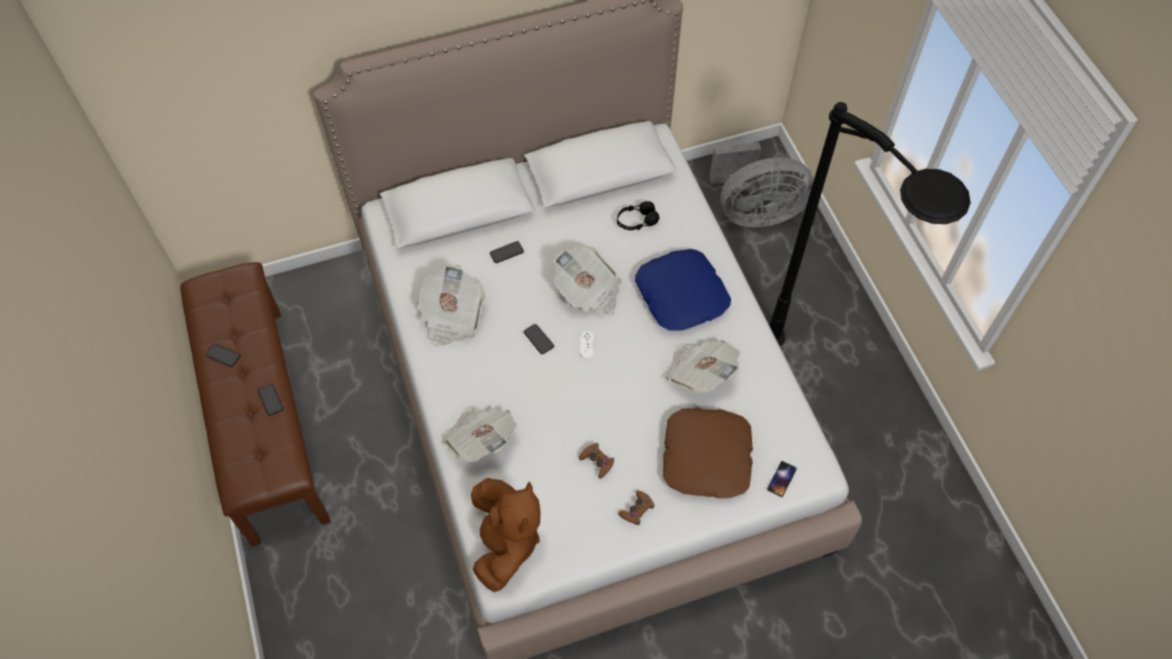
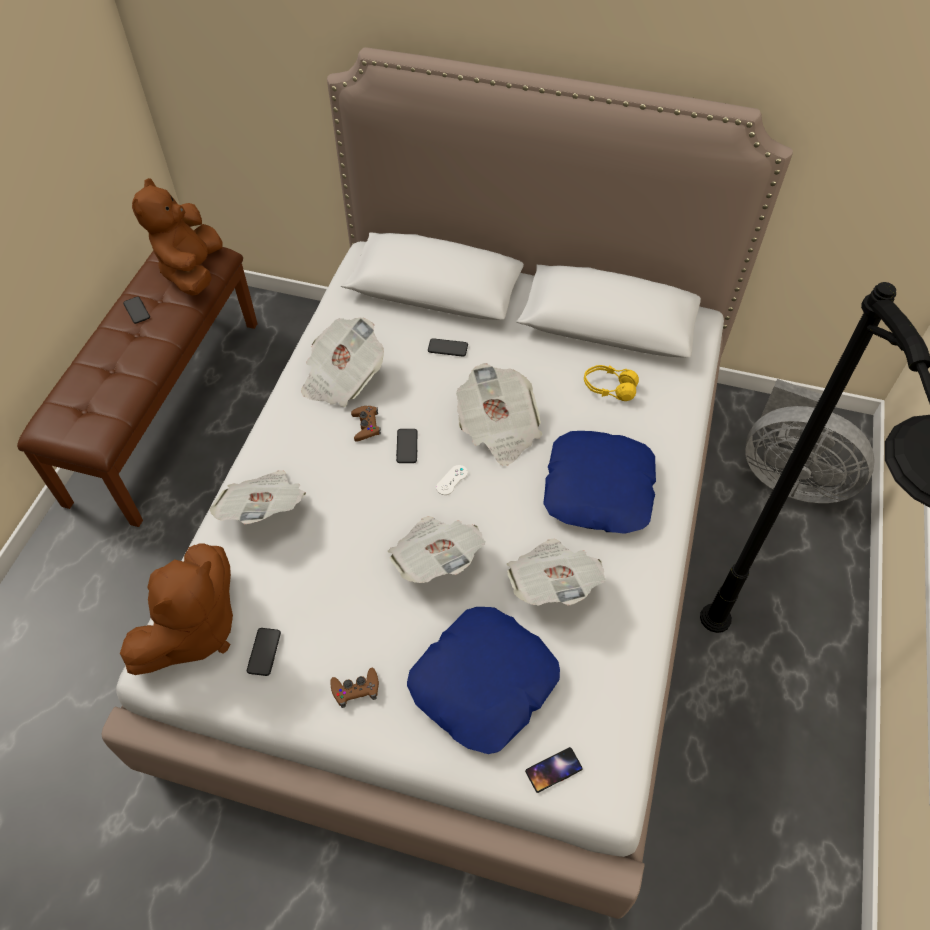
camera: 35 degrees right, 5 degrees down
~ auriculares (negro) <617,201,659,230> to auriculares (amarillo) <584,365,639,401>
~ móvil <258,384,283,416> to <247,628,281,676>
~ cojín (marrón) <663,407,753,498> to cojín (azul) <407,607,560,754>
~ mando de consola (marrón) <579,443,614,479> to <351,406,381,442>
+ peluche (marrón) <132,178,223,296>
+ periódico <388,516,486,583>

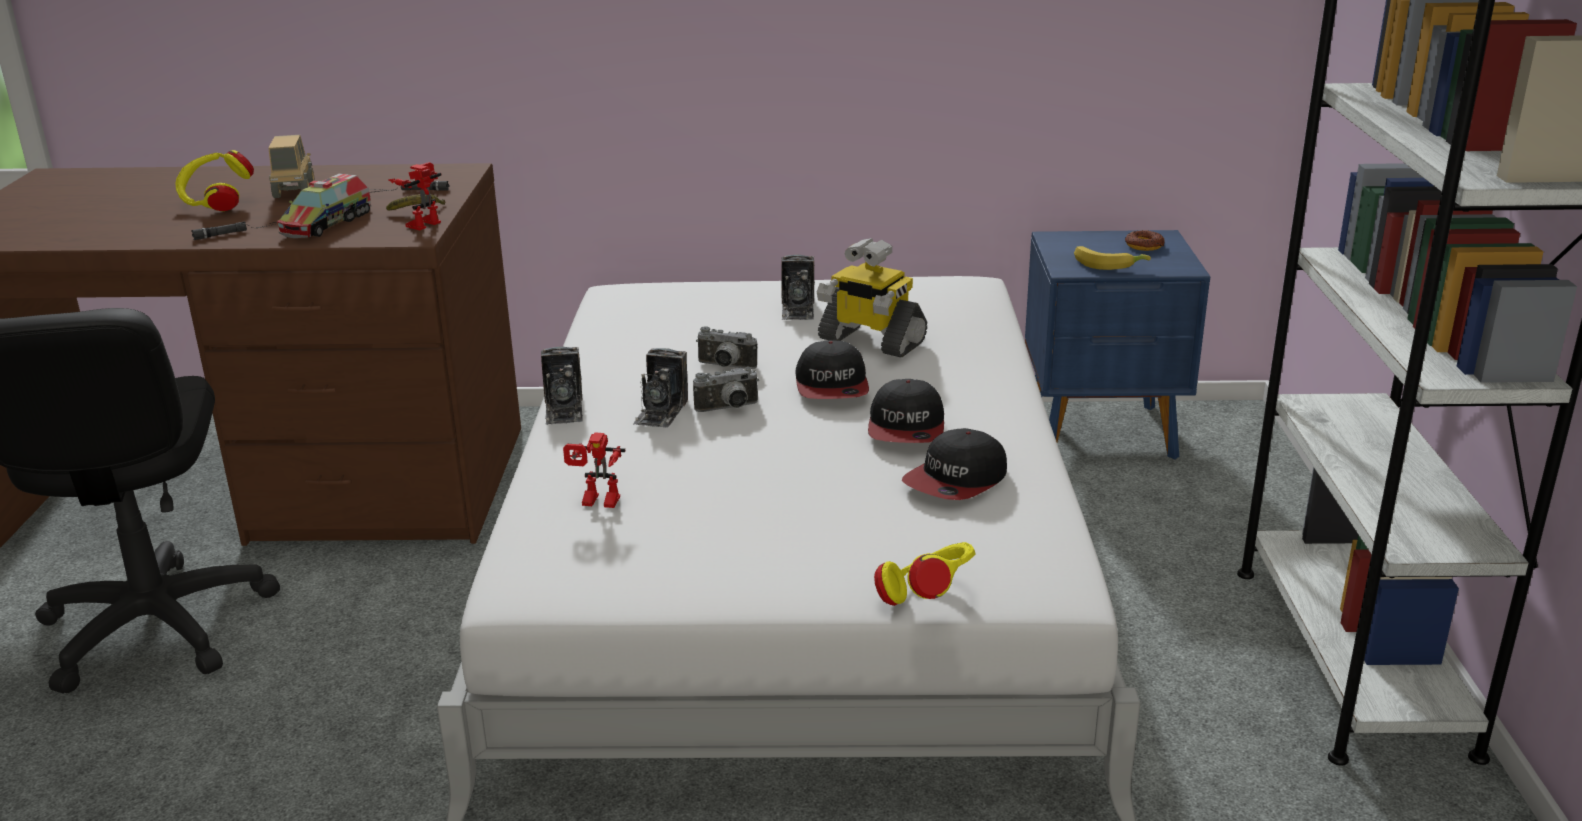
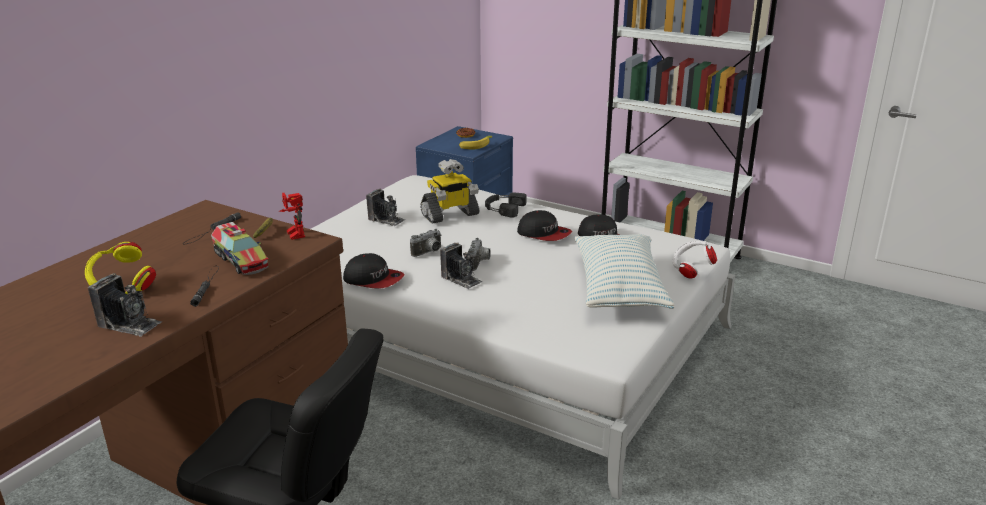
camera: 60 degrees left, 0 degrees up
- camión de juguete <268,135,315,198>
~ gorra <795,340,869,399> to <343,253,404,289>
~ cámara <541,346,583,425> to <88,273,162,337>
- robot de juguete <563,433,625,508>
~ auriculares (amarillo) <874,542,976,606> to auriculares (blanco) <673,241,717,279>
+ auriculares (negro) <485,193,527,218>
+ cojín <575,234,675,309>

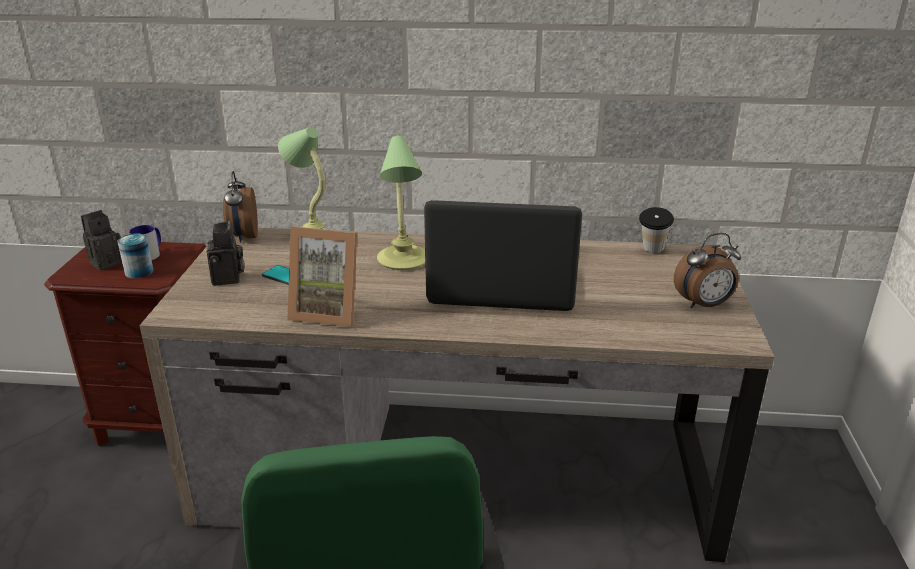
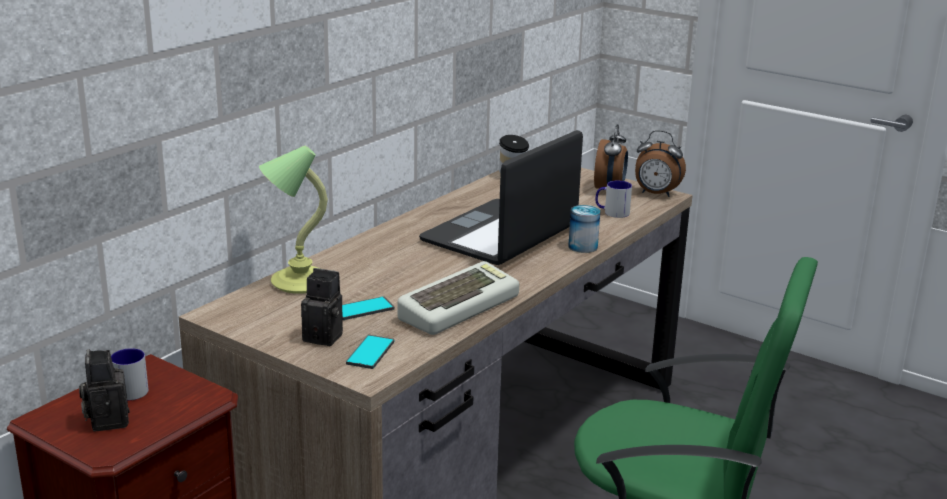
camera: 60 degrees left, 5 degrees down
- lámpara de mesa <377,136,425,270>
~ despertador <223,171,258,243> to <635,130,686,197>
~ portarretratos <287,227,357,327> to teclado <398,261,519,335>
~ lata <117,234,154,279> to <568,205,600,253>
+ taza grande <595,181,632,218>
+ móvil <346,335,394,369>

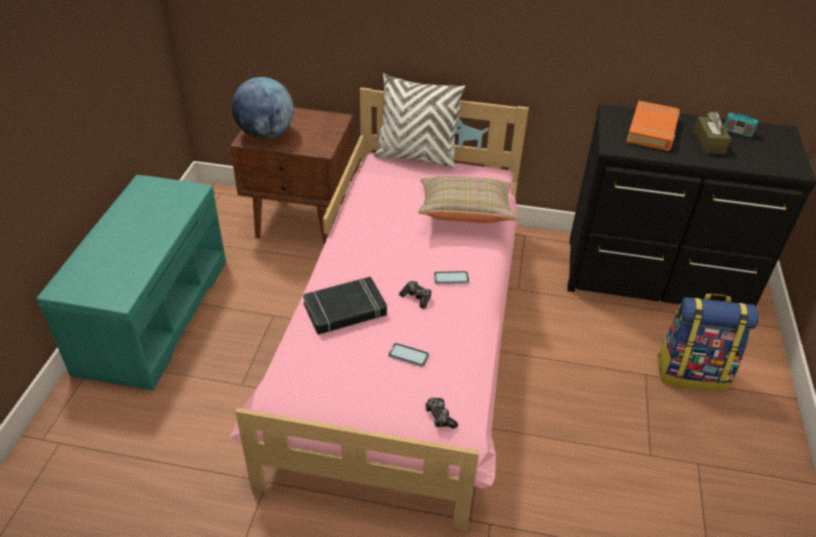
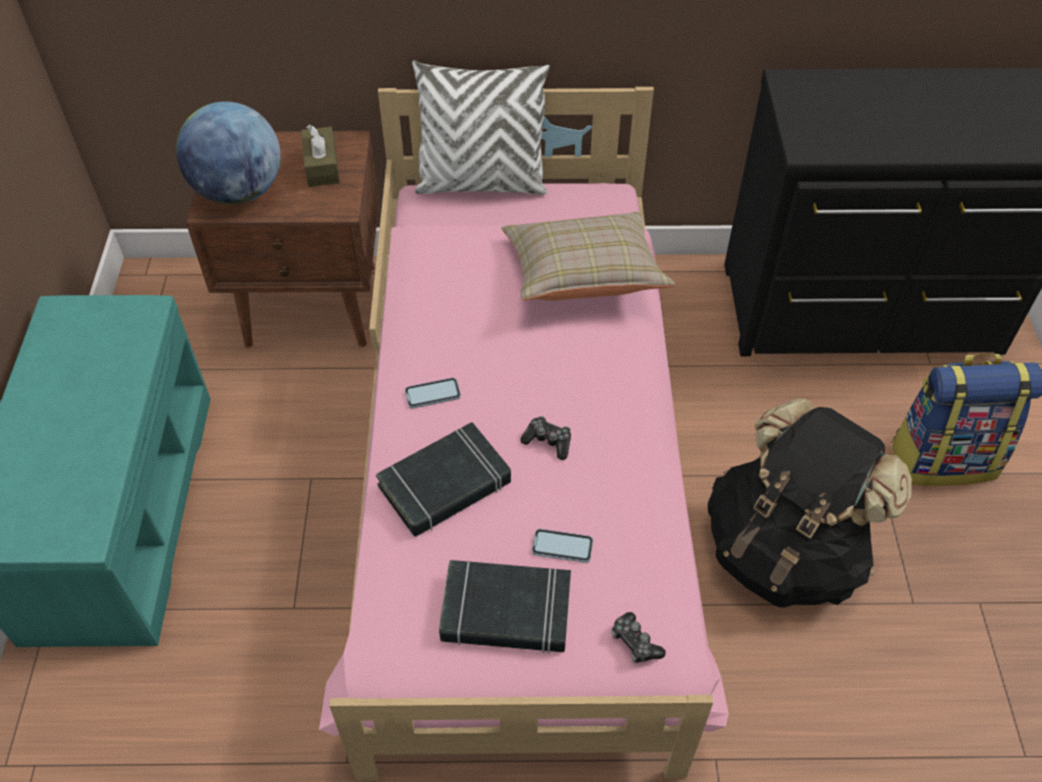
camera: 10 degrees left, 10 degrees up
- radio <724,94,759,137>
- libro (naranja) <627,101,680,151>
~ caja de pañuelos (marrón) <693,112,731,154> to <301,125,340,187>
~ móvil <434,271,469,284> to <405,378,461,408>
+ mochila (negro) <708,398,912,608>
+ libro (negro) <439,560,571,654>

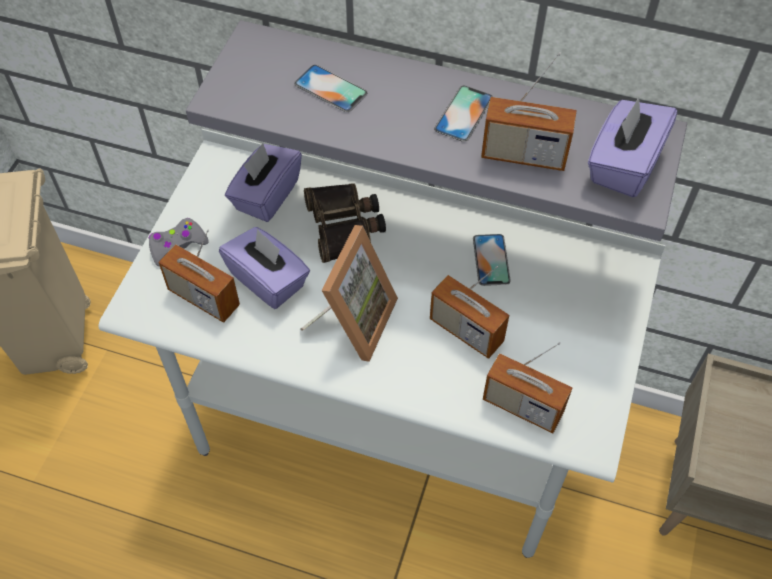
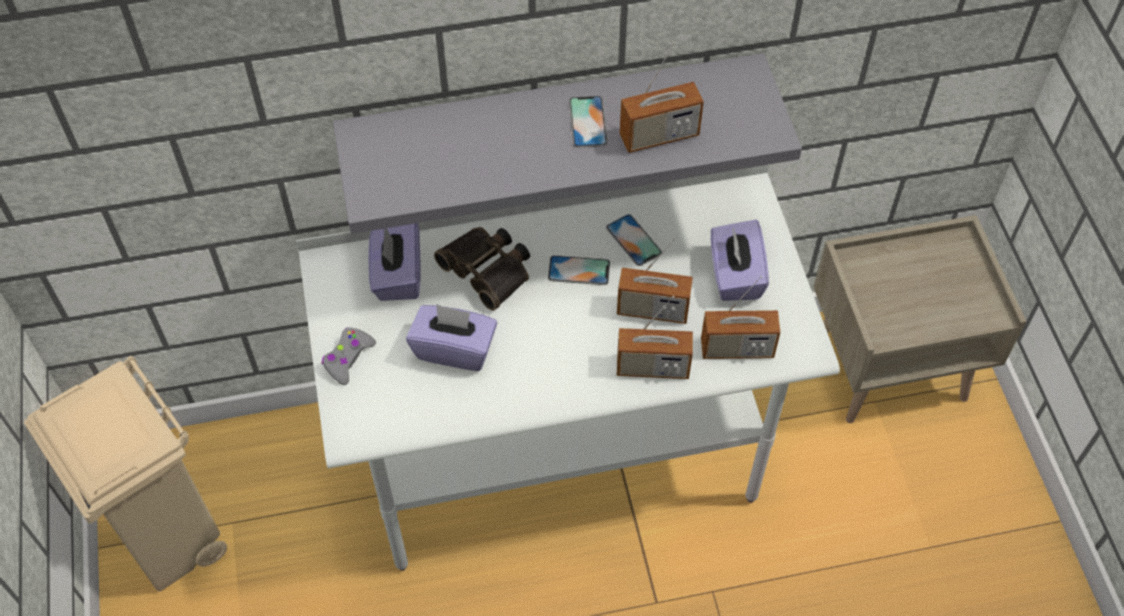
camera: 30 degrees left, 0 degrees up
~ móvil <294,65,367,112> to <548,255,610,285>
~ caja de pañuelos (morado) <588,97,677,197> to <711,220,769,301>
- portarretratos <300,225,398,362>
~ radio <158,230,240,323> to <617,296,693,379>

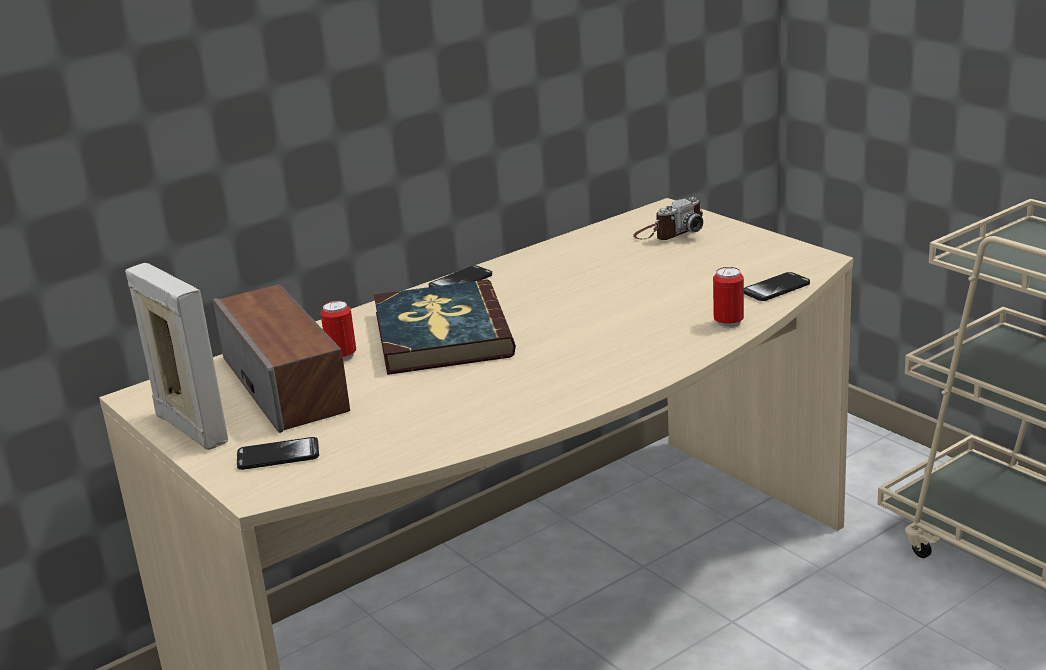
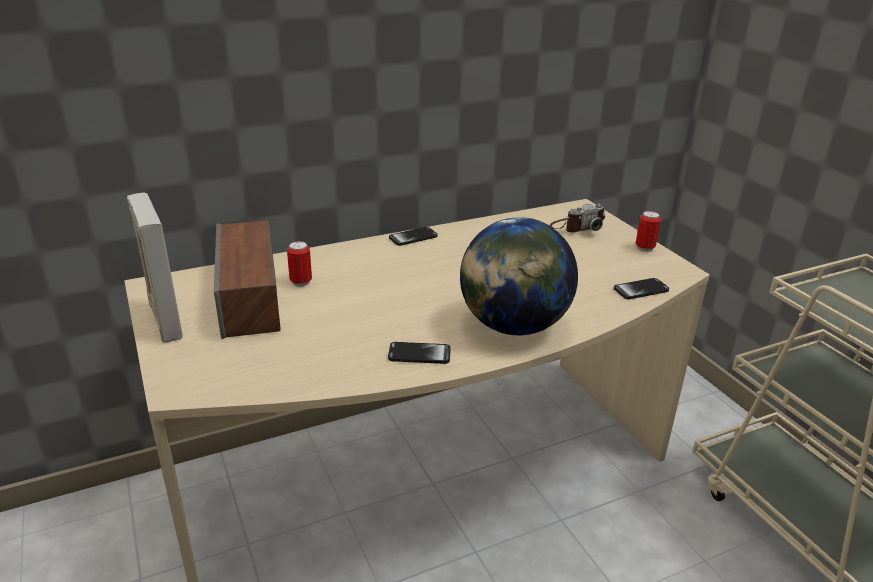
camera: 10 degrees right, 5 degrees up
~ lata <713,267,744,328> to <636,211,661,252>
- libro <374,280,516,375>
~ móvil <237,437,319,470> to <388,342,451,364>
+ globo terráqueo <460,217,578,335>

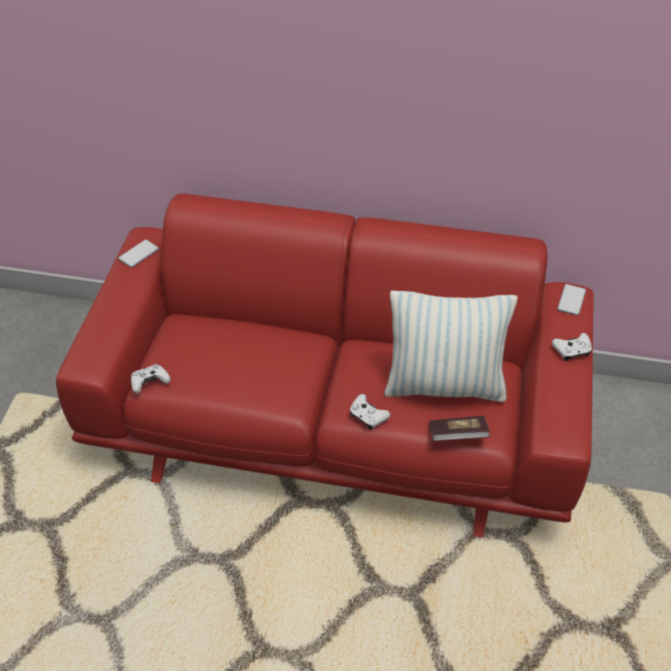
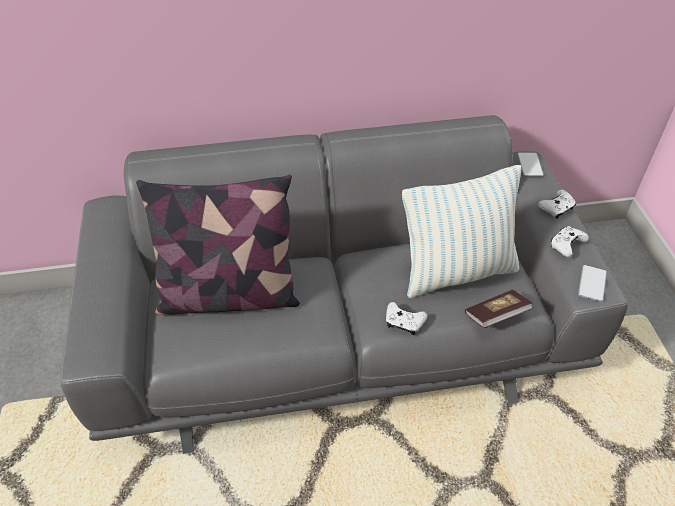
camera: 20 degrees left, 0 degrees up
~ sofá (rojo) <56,193,594,537> to sofá (gris) <61,115,628,454>
~ móvil <118,240,159,267> to <578,265,607,302>
~ mando de consola (blanco) <131,364,171,394> to <551,226,589,258>
+ cojín <136,175,300,315>

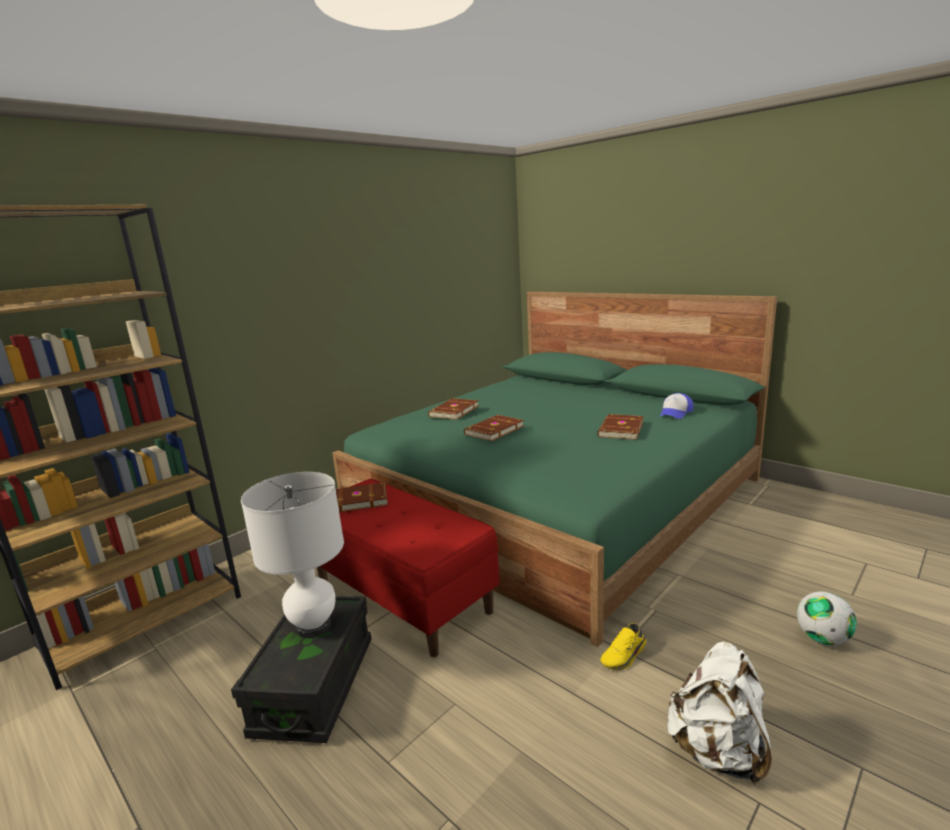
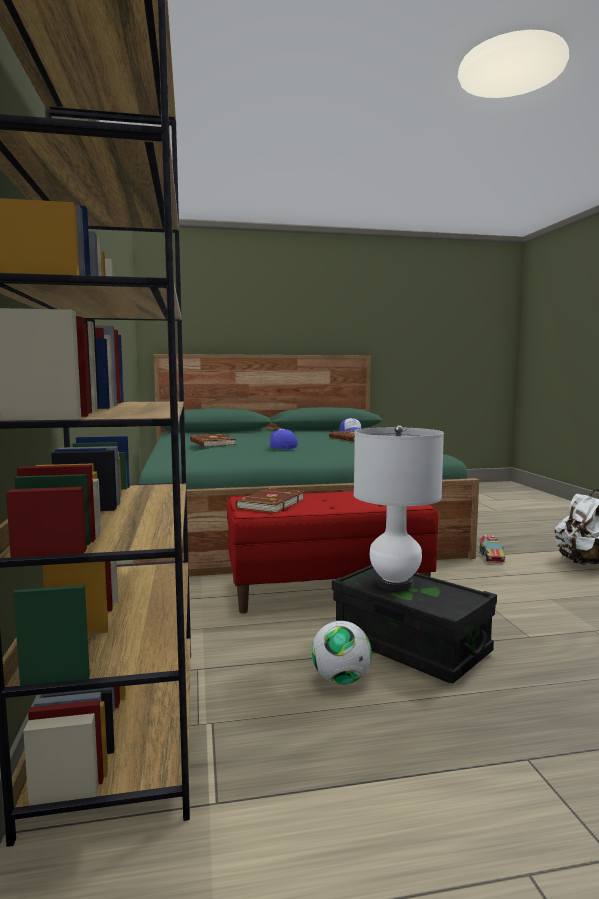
camera: 55 degrees left, 10 degrees down
~ libro (marrón) <464,415,524,441> to gorra <270,429,298,449>
~ balón de fútbol <797,592,857,645> to <311,621,372,685>
~ zapato (amarillo) <600,623,647,670> to camión de juguete <480,535,505,563>

